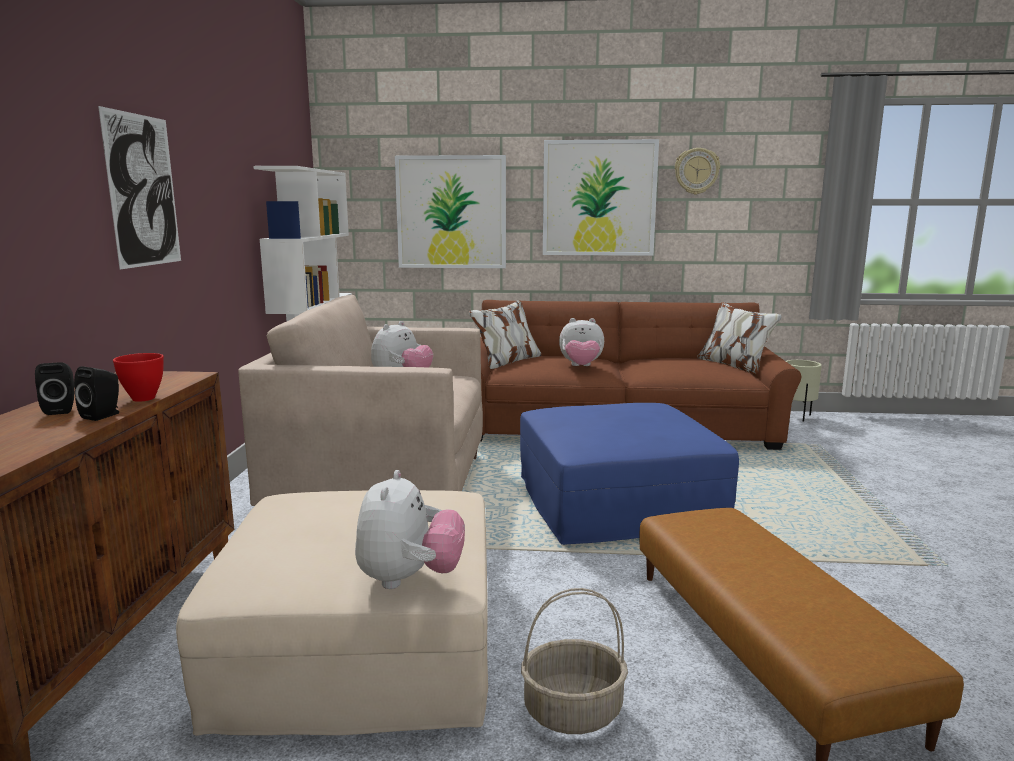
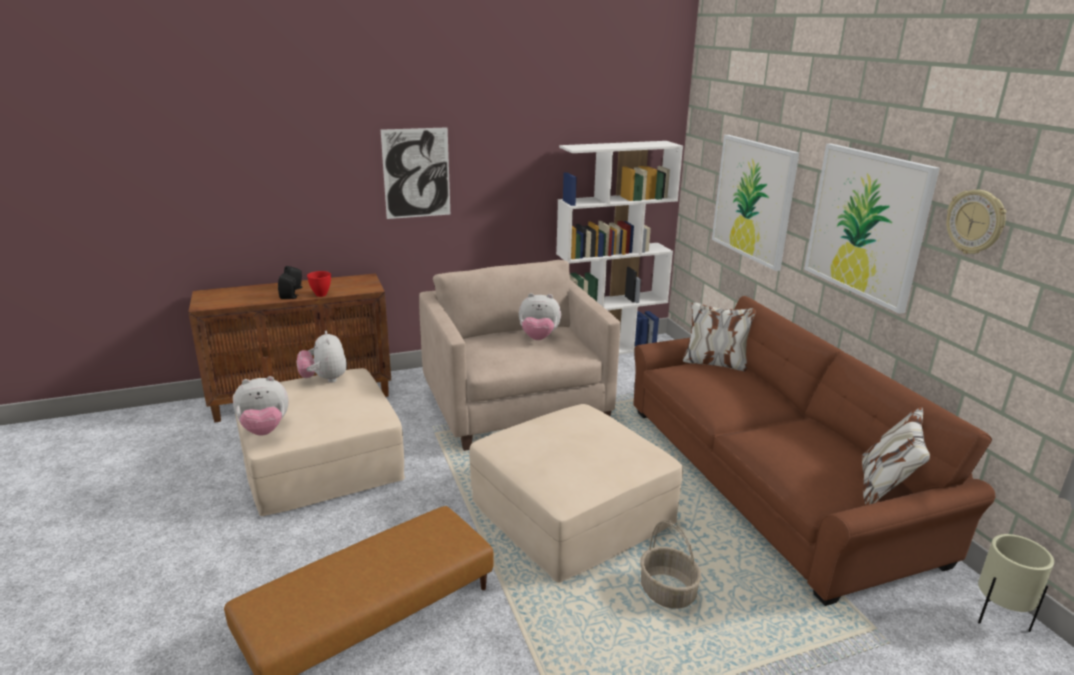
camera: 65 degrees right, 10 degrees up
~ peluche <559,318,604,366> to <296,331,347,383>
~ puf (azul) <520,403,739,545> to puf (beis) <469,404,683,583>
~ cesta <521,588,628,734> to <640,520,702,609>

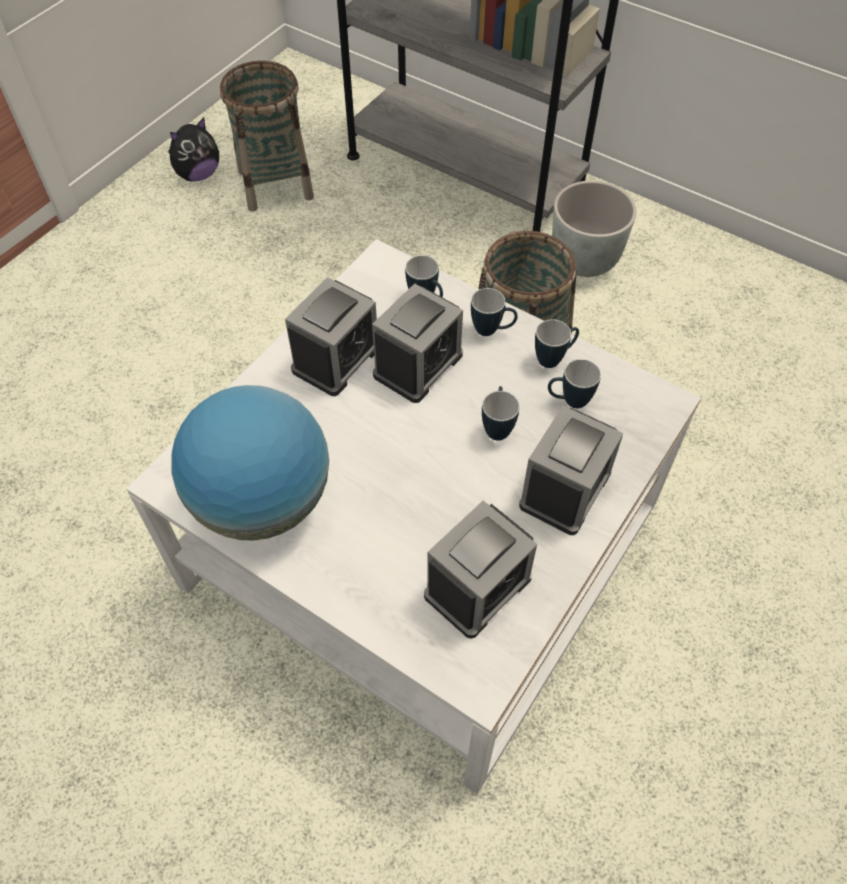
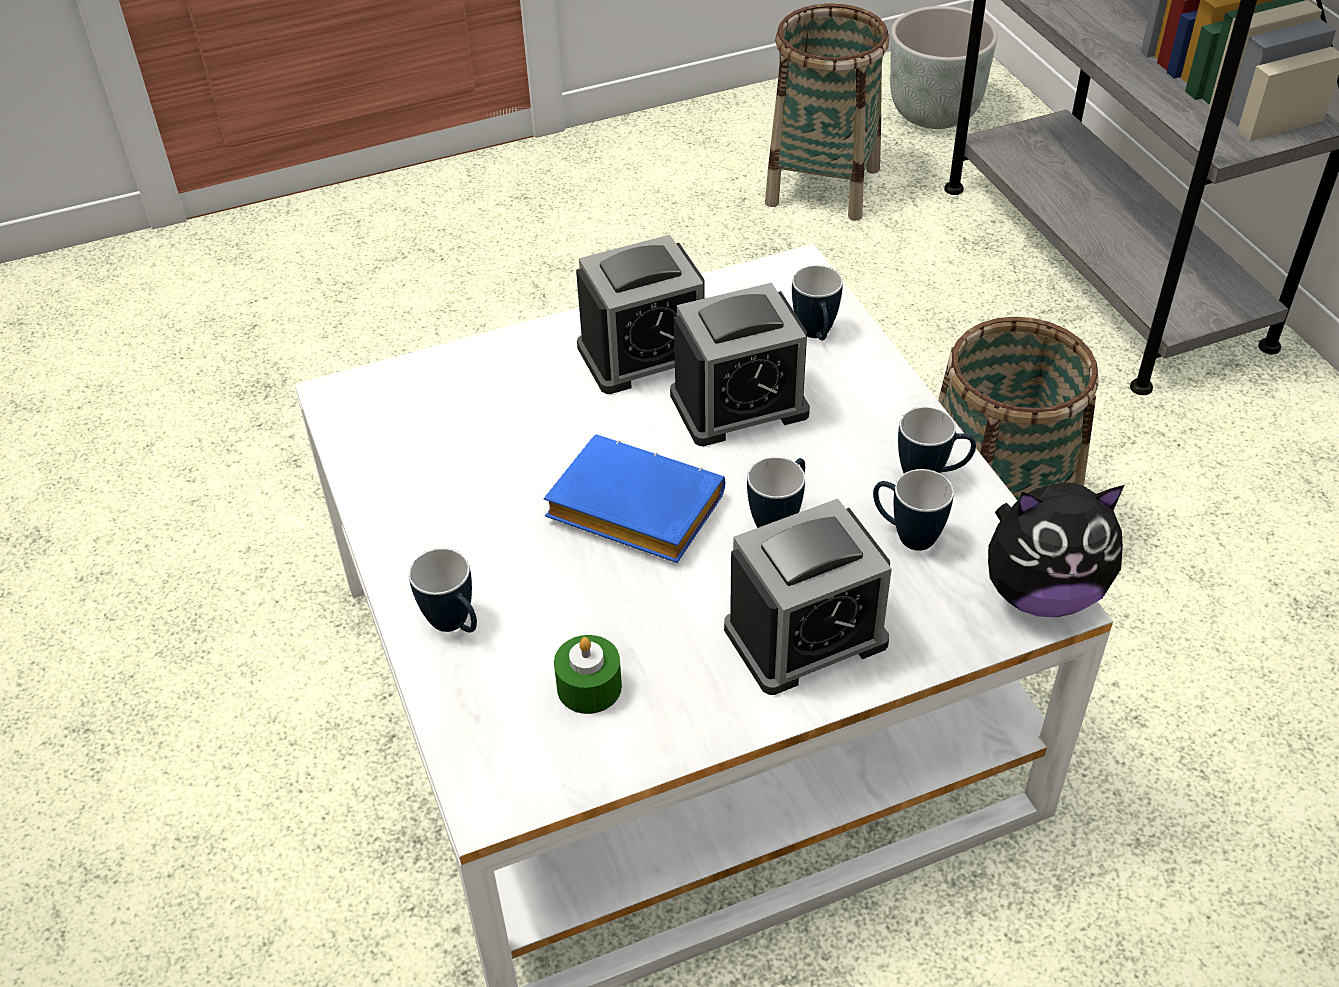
camera: 35 degrees right, 10 degrees down
~ peluche <168,117,219,182> to <988,483,1125,617>
~ maceta (gris) <552,181,636,277> to <890,6,998,129>
~ taza grande <471,288,518,336> to <409,548,477,632>
- globo terráqueo <171,385,329,540>
~ despertador <424,501,537,639> to vela (verde) <554,635,622,714>
+ libro (azul) <544,435,725,563>

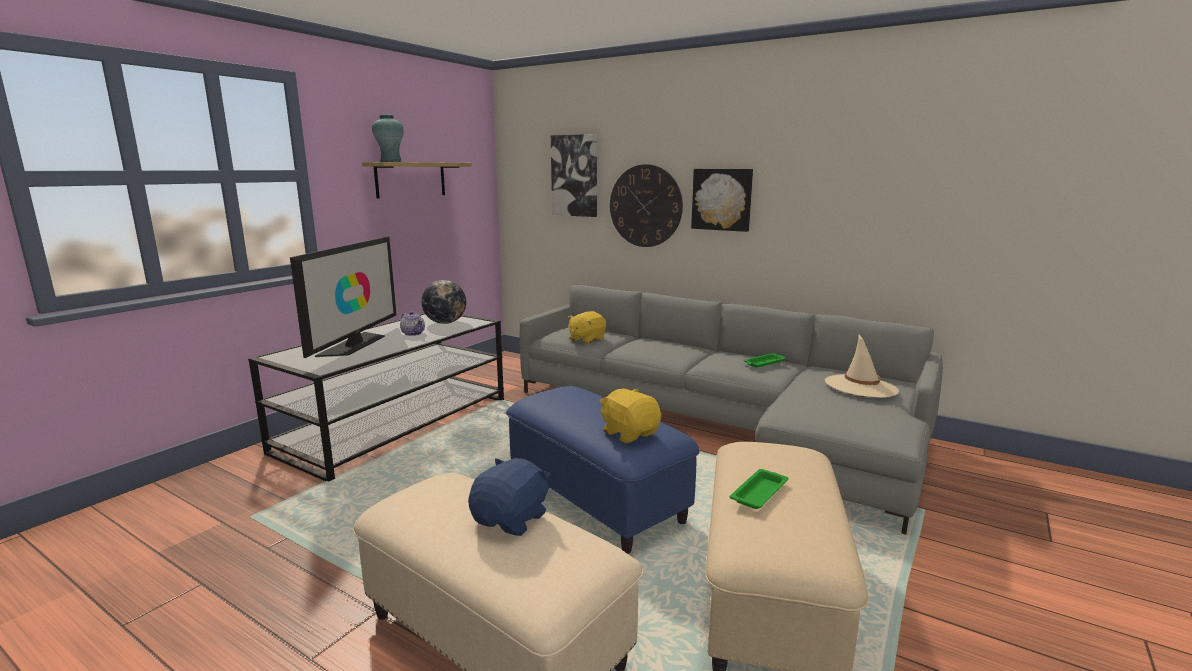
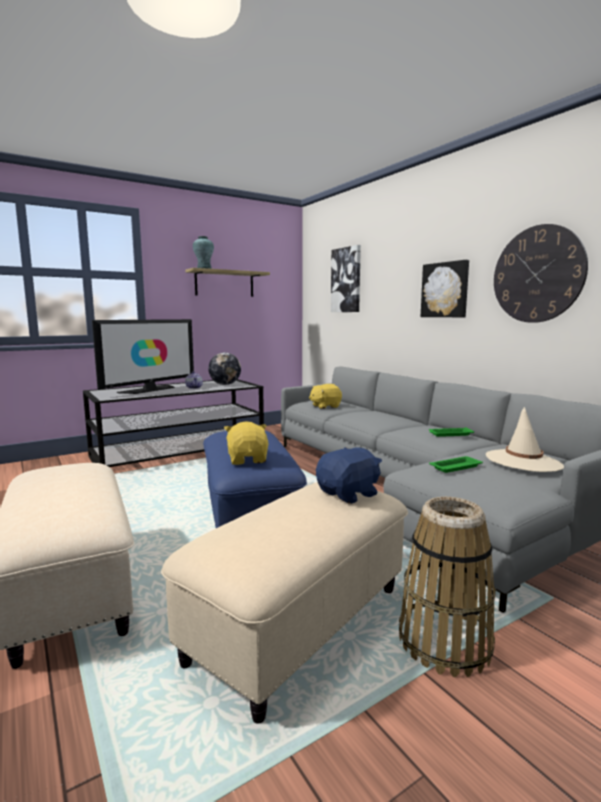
camera: 25 degrees right, 5 degrees down
~ reloj de pared <610,164,683,247> to <494,224,588,323>
~ peluche (azul) <468,458,551,536> to <316,447,382,504>
~ bandeja (verde) <730,469,788,509> to <429,456,483,473>
+ cesta <399,497,496,677>

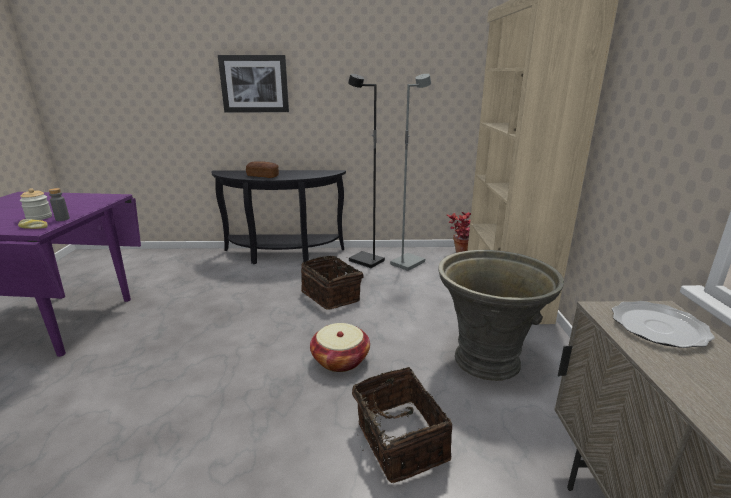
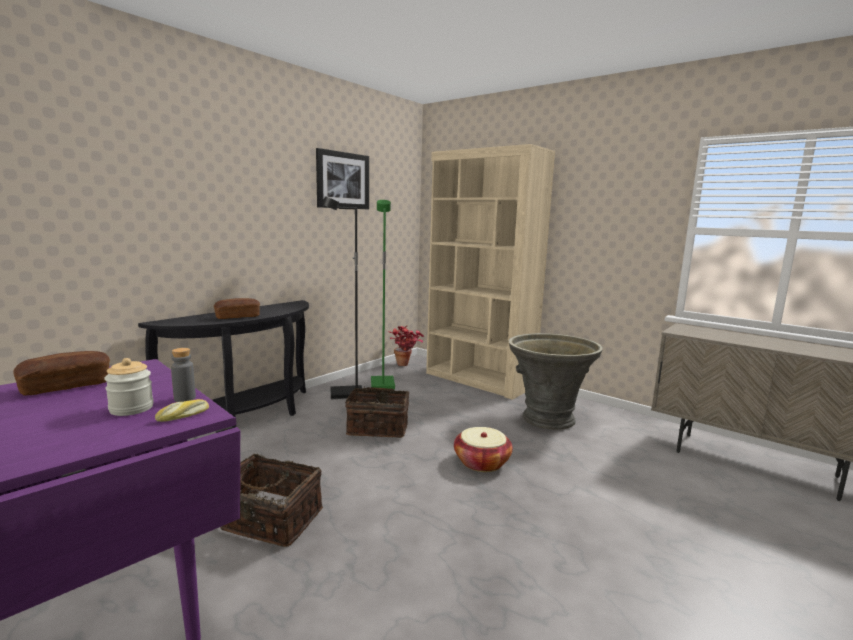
camera: 50 degrees left, 10 degrees down
~ cuadro <218,55,289,112> to <316,148,369,209>
~ lámpara de pie (gris) <390,74,431,271> to lámpara de pie (verde) <371,200,395,389>
- plato <612,301,715,348>
~ cesta <352,367,452,483> to <220,454,323,547>
+ pan <13,351,110,395>

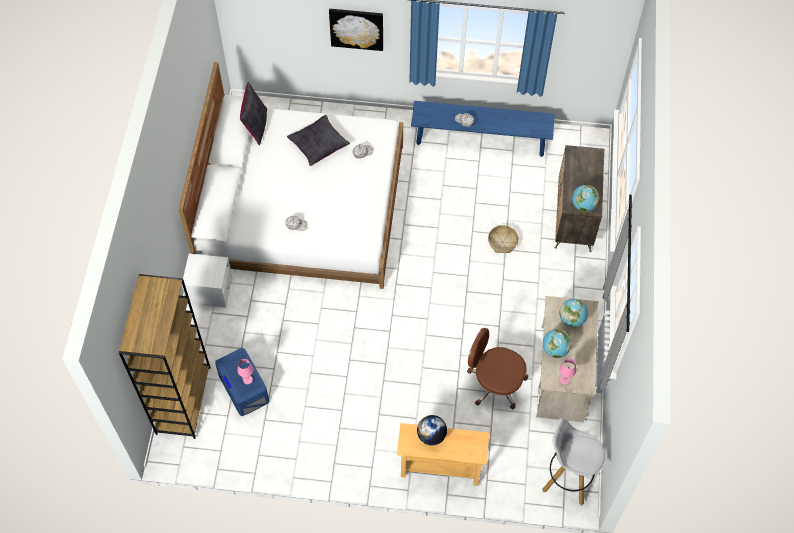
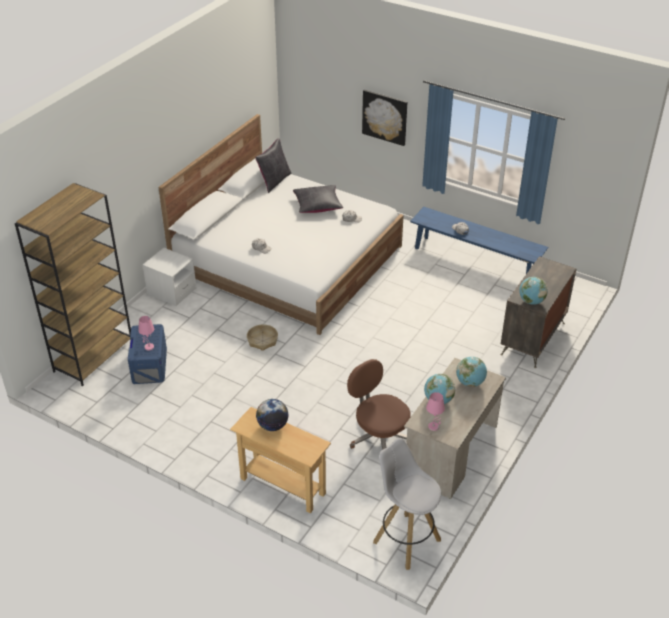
camera: 25 degrees right, 20 degrees down
~ cesta <488,225,519,253> to <247,325,278,351>

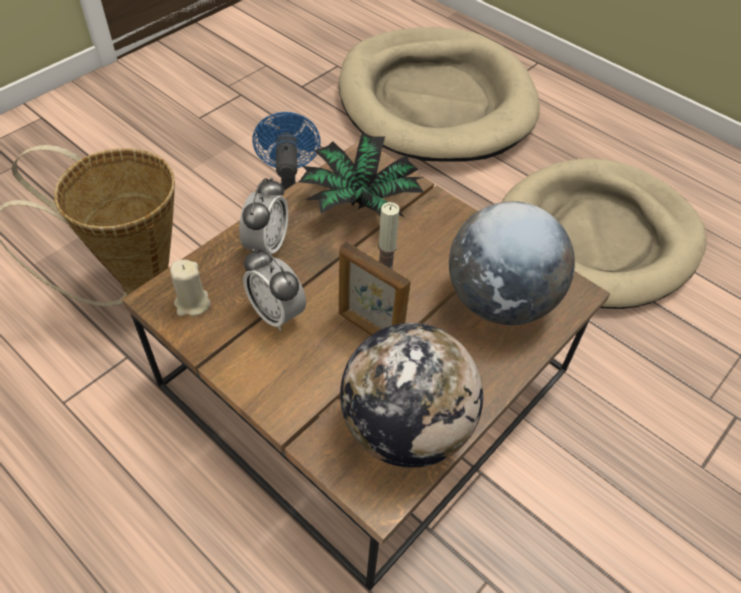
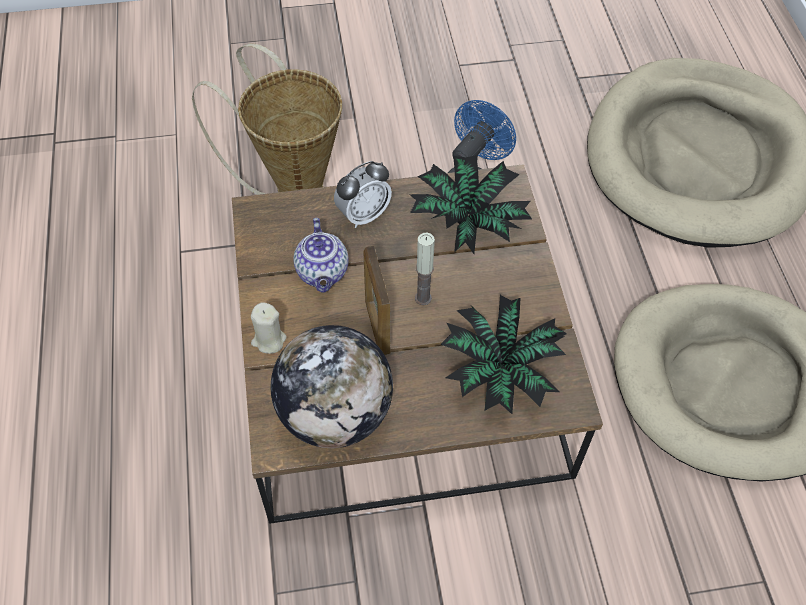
camera: 40 degrees right, 5 degrees up
~ globo terráqueo <449,201,575,325> to planta en maceta <440,295,567,414>
~ despertador <243,249,306,331> to tetera <293,218,349,293>
~ vela (beis) <170,259,210,316> to <251,302,287,354>

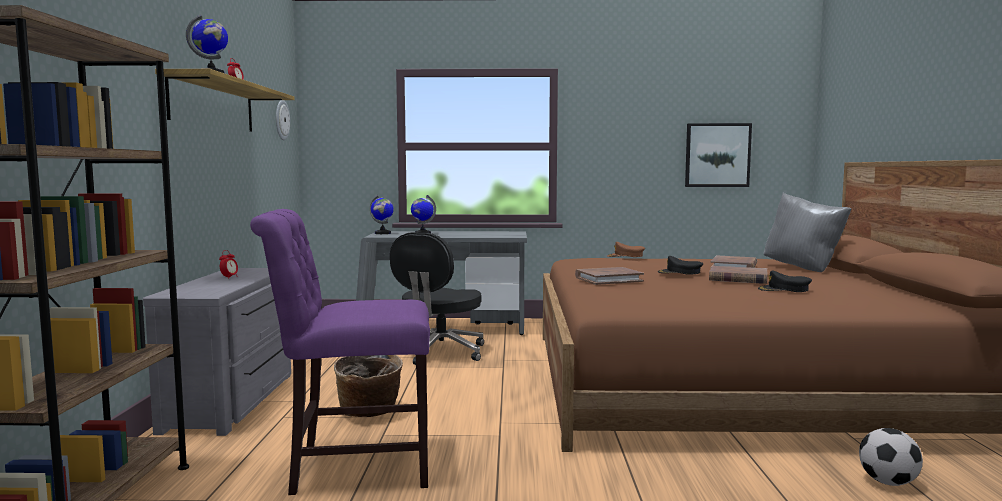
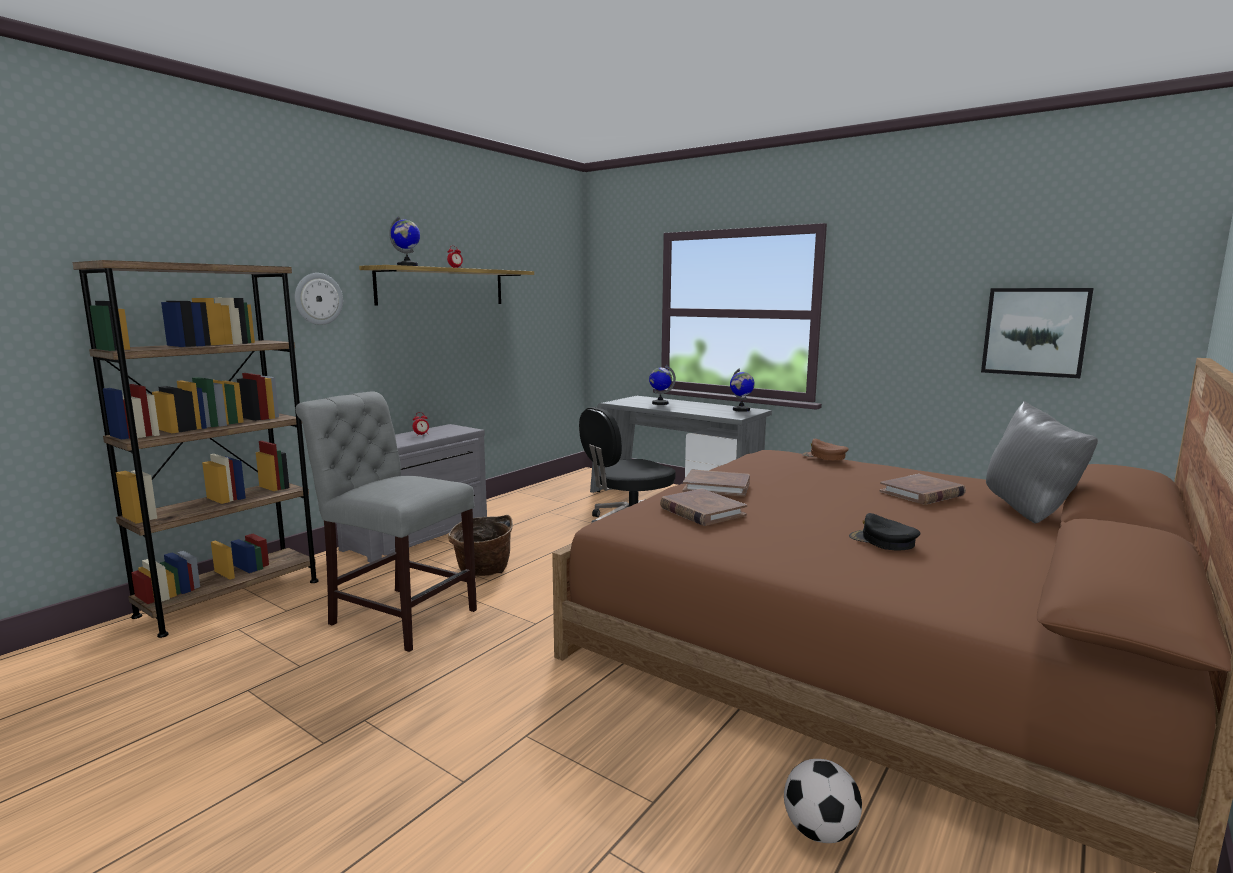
camera: 35 degrees right, 5 degrees up
~ reloj de pared <276,100,290,140> to <295,273,343,325>
~ globo terráqueo <370,195,394,234> to <730,369,755,412>
~ silla (morado) <250,209,430,495> to silla (gris) <295,391,477,652>
- gorra (negro) <658,256,703,275>
~ libro (marrón) <709,266,767,284> to <660,489,747,526>

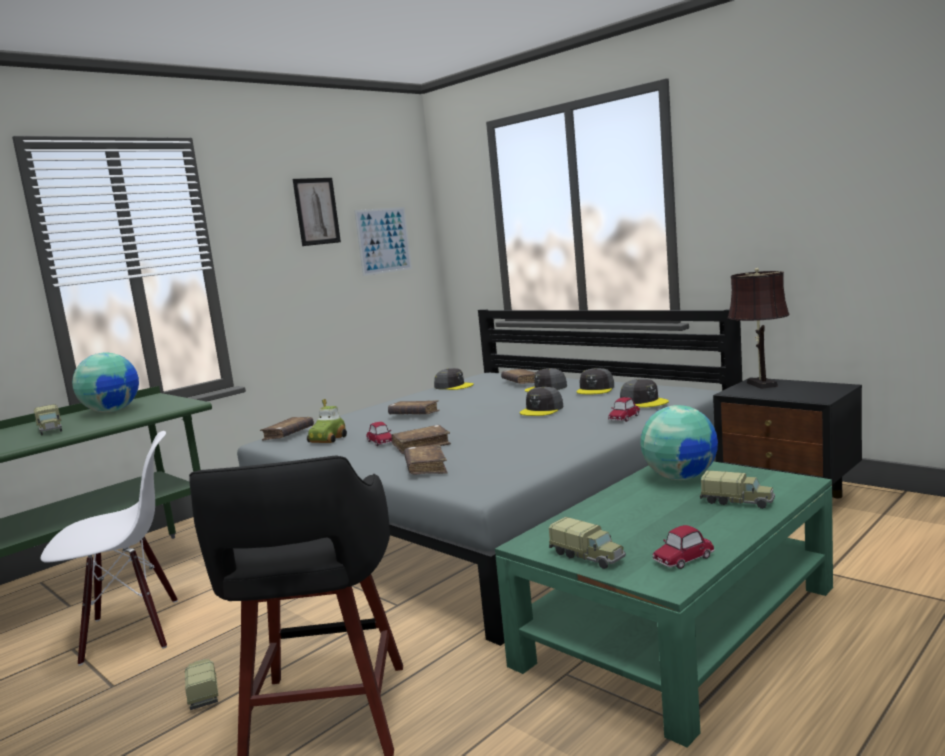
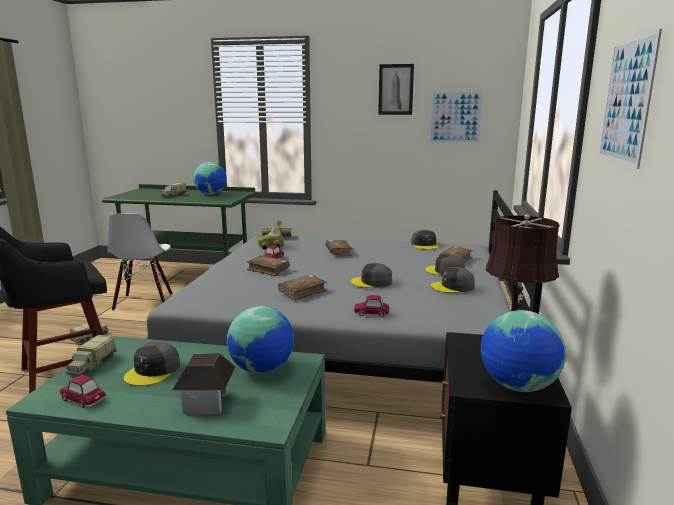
camera: 55 degrees right, 5 degrees up
~ gorra (gris) <620,379,669,408> to <124,341,180,386>
~ silla (blanco) <40,431,178,666> = <107,213,173,311> 45 degrees clockwise
~ libro (marrón) <404,445,448,474> to <278,275,327,300>
~ camión de juguete <700,470,775,509> to casita <172,353,235,415>
+ cuadro <598,29,662,169>
+ globo terráqueo <481,310,566,392>

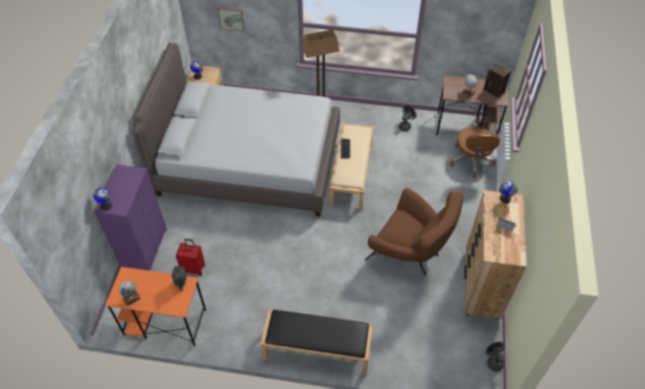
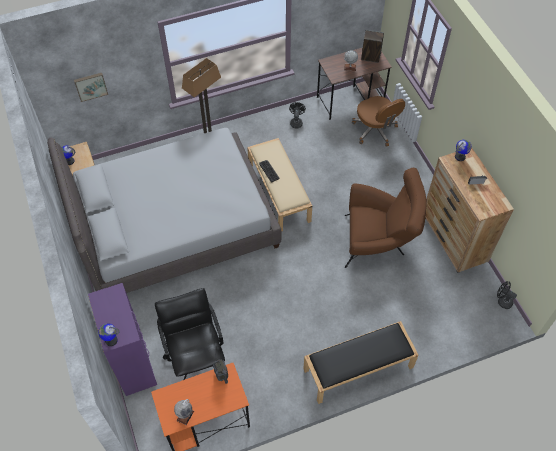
camera: 30 degrees left, 5 degrees up
~ maleta (rojo) <176,239,205,276> to silla de oficina (negro) <155,288,225,380>

